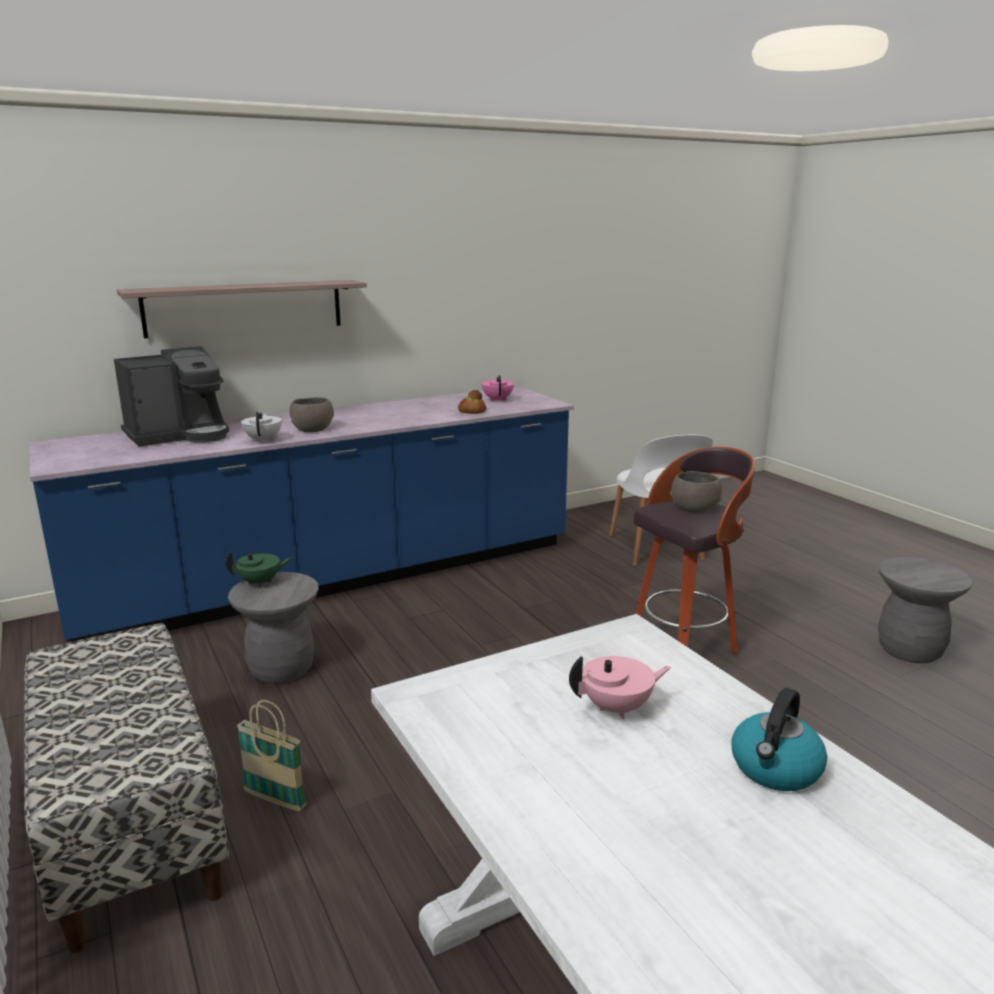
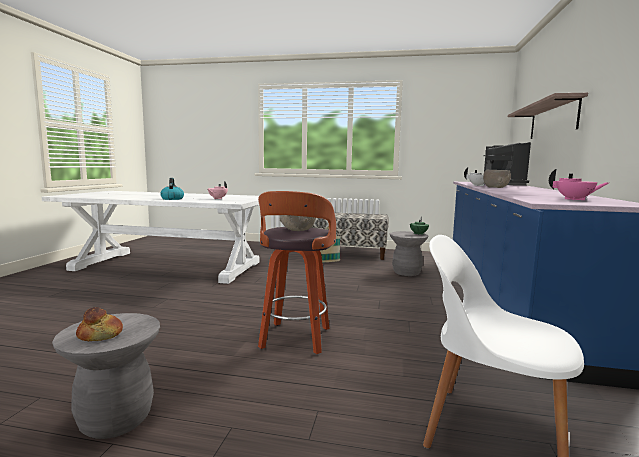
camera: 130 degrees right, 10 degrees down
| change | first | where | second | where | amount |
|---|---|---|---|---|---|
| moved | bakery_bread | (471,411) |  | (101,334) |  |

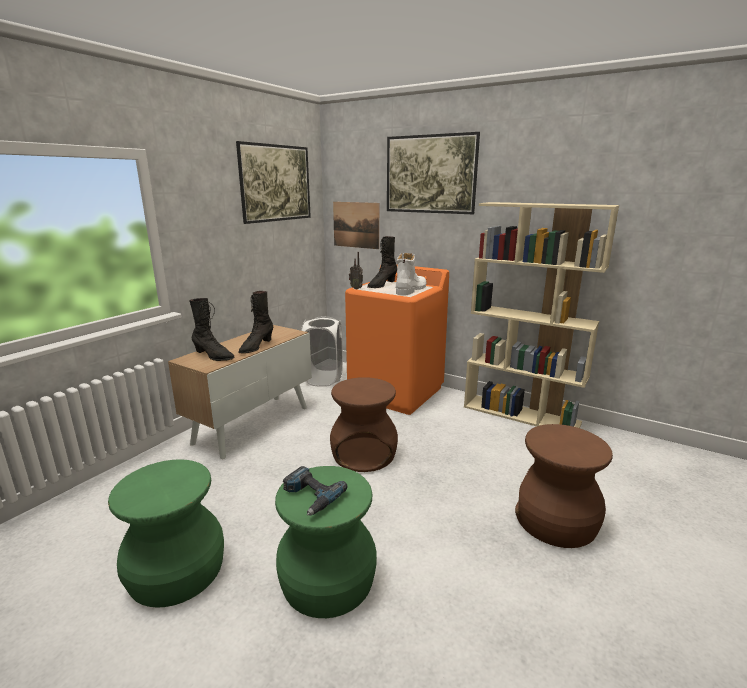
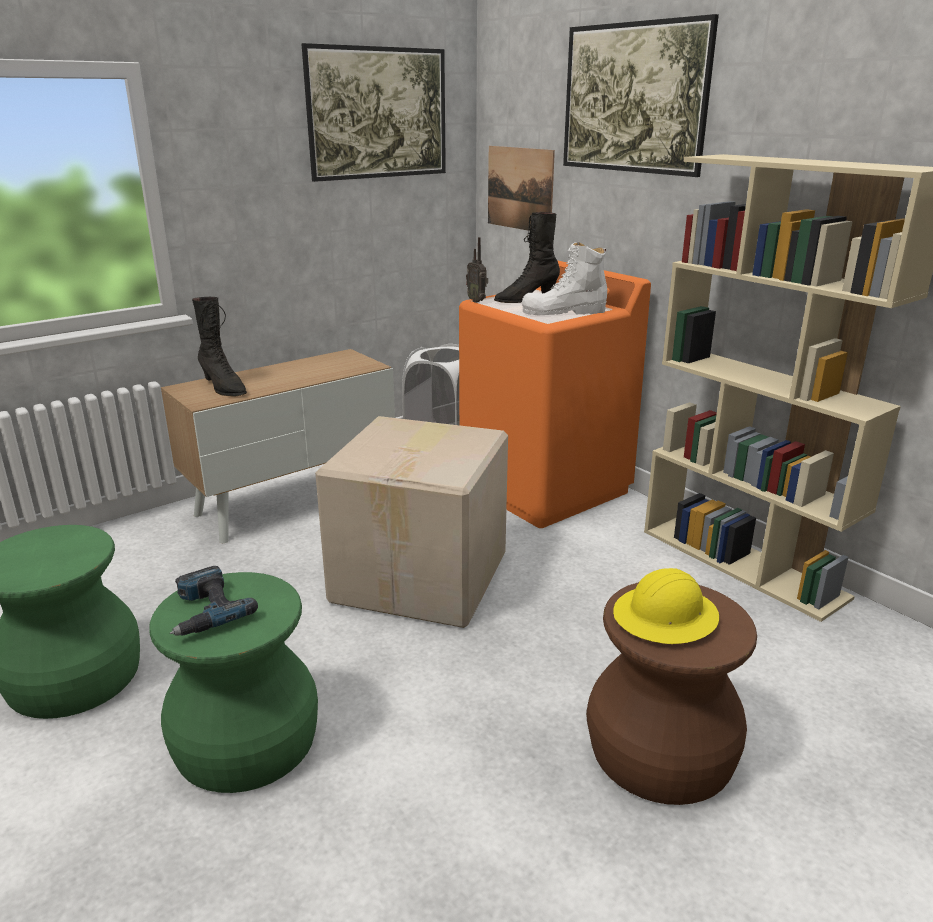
camera: 20 degrees right, 5 degrees up
| change | first | where | second | where | amount |
|---|---|---|---|---|---|
| replaced | brown-coloured_stool_seat | (364,454) | cardboard_box | (423,577) |  |
| turned | whitish_tall_boot | (410,290) |  | (564,312) | 150 degrees counterclockwise |
| added |  |  | yellow_work_helmet | (666,617) |  |
| removed | blackish_tall_boot | (256,347) |  |  |  |

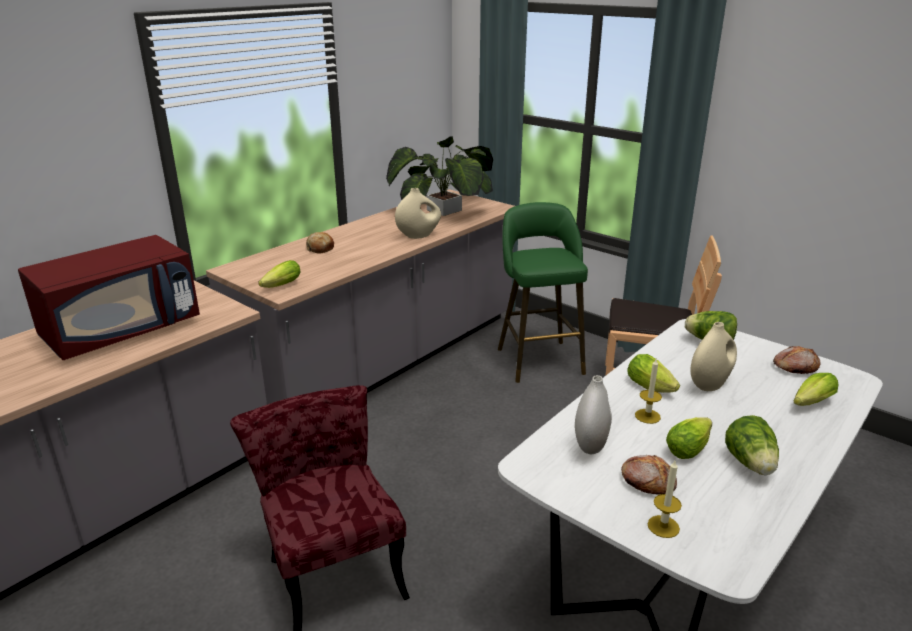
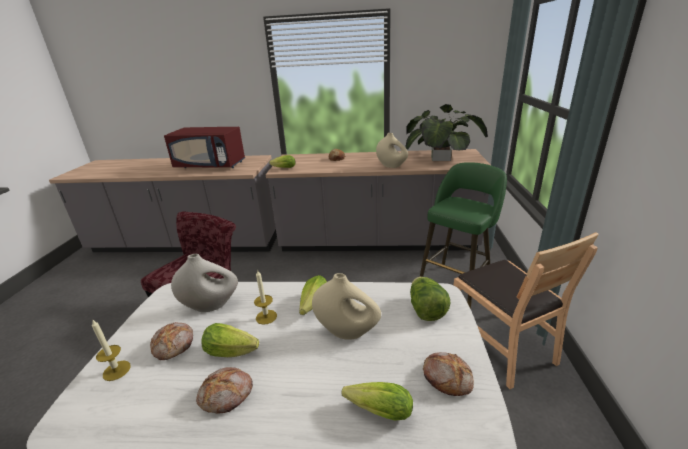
camera: 55 degrees right, 0 degrees up
| change | first | where | second | where | amount |
|---|---|---|---|---|---|
| replaced | head_of_lettuce | (750,464) | bakery_bread | (227,395) |  |

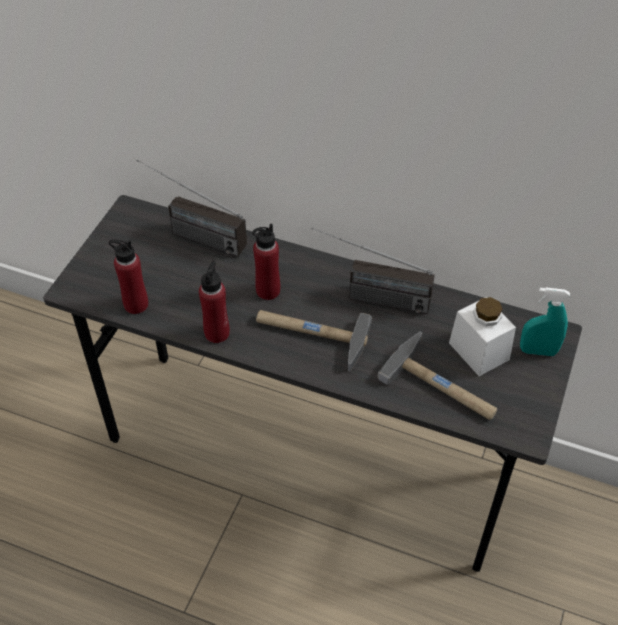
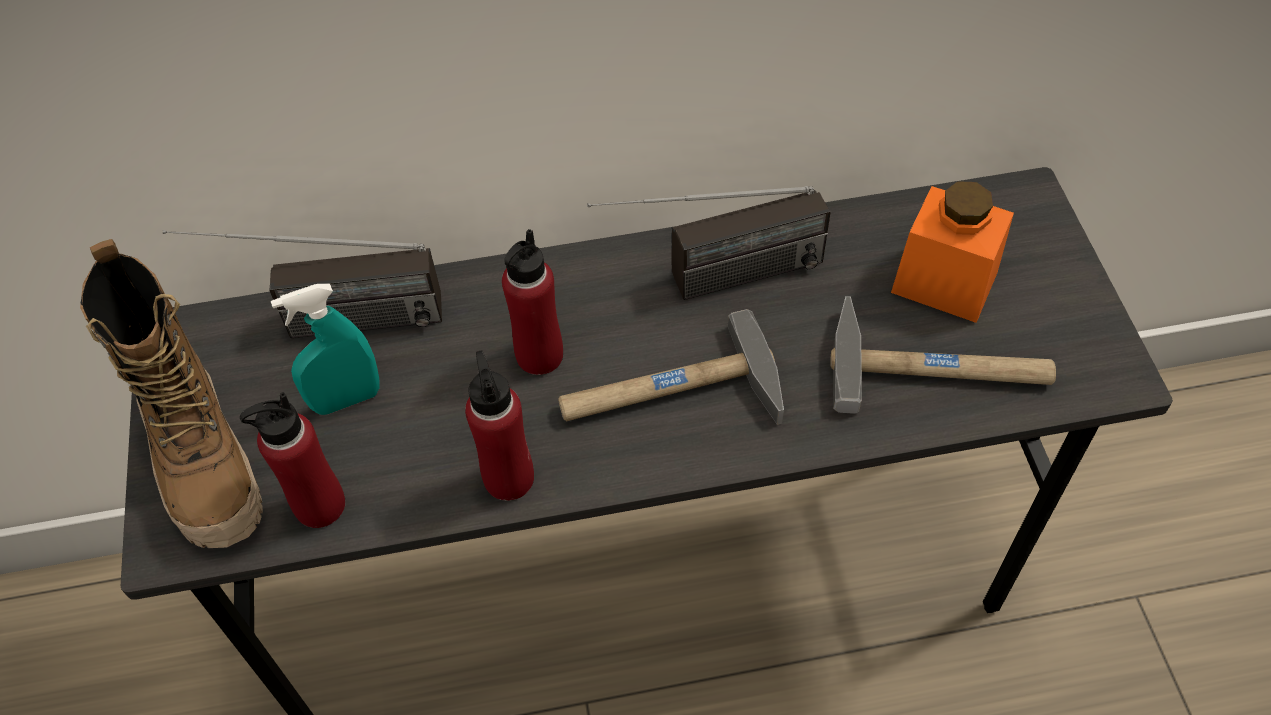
camera: 30 degrees left, 5 degrees up
| change | first | where | second | where | amount |
|---|---|---|---|---|---|
| added |  |  | tall_boot | (206,461) |  |
| moved | blue-green_hand_sprayer | (538,351) |  | (346,399) |  |
| recoloured | whitish_preserve_jar | (479,351) | orangey_preserve_jar | (944,282) |  |

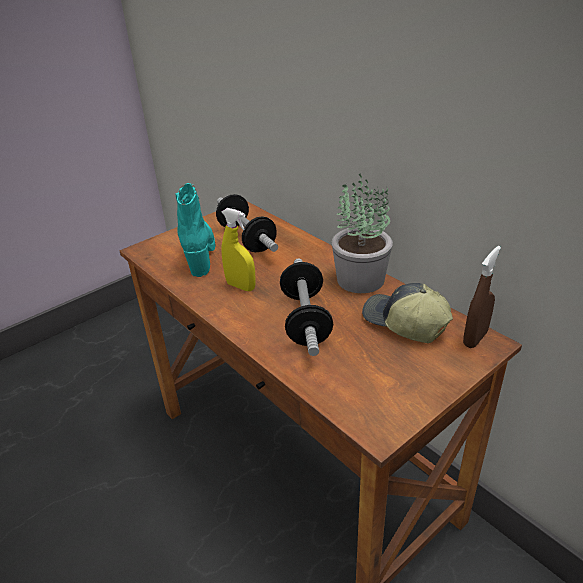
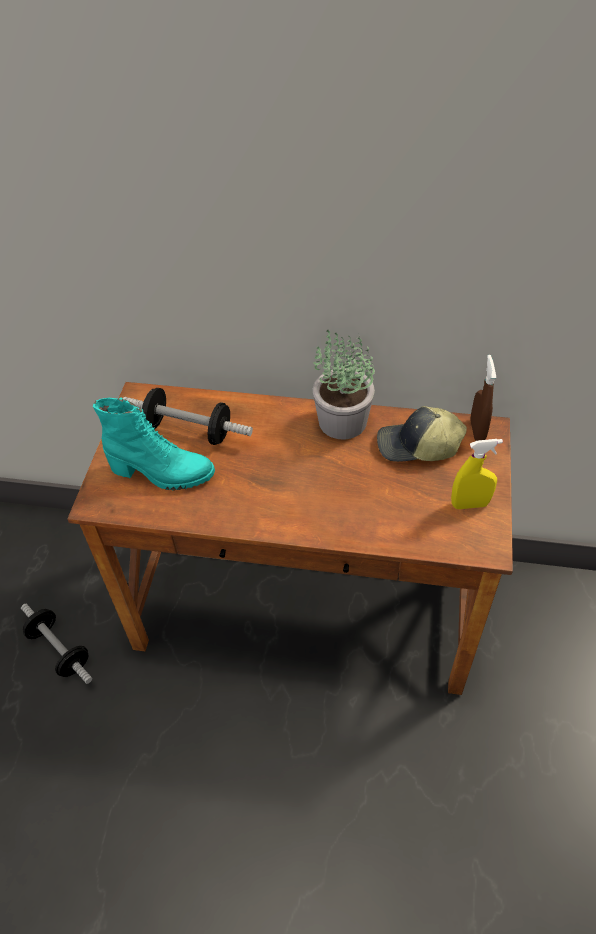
camera: 40 degrees left, 15 degrees up
| change | first | where | second | where | amount |
|---|---|---|---|---|---|
| moved | dumbbell | (305,320) |  | (60,650) |  |
| turned | blue-green_tall_boot | (199,253) |  | (162,473) | 150 degrees clockwise |
| moved | yellow_hand_sprayer | (241,286) |  | (470,504) |  |

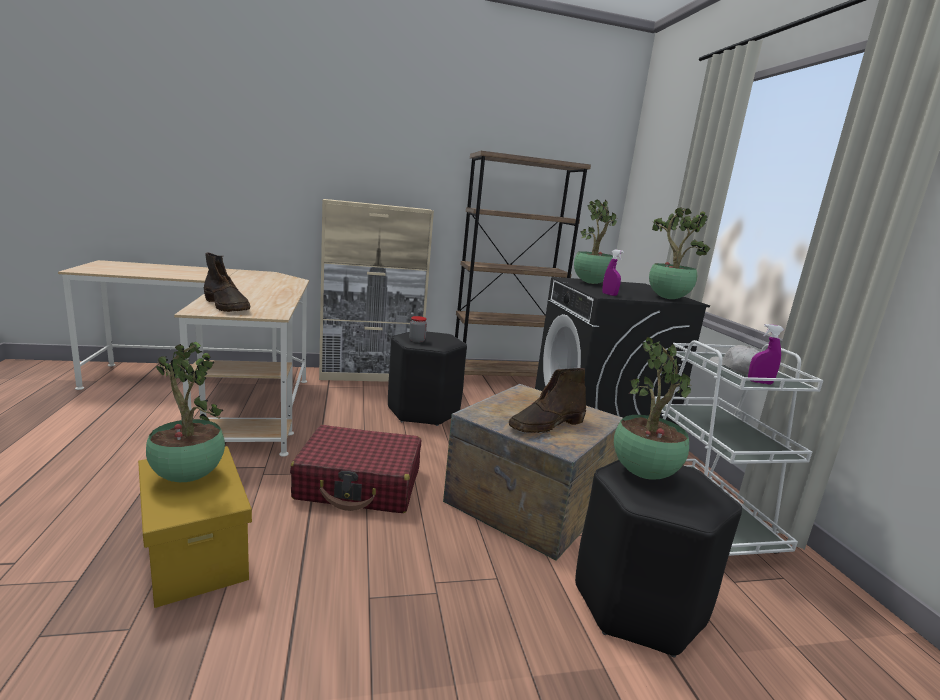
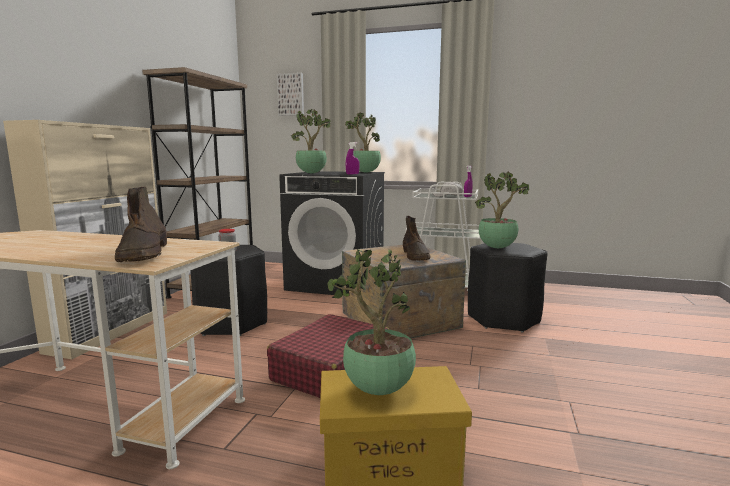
camera: 60 degrees left, 5 degrees down
| change | first | where | second | where | amount |
|---|---|---|---|---|---|
| turned | brown-coloured_tall_boot | (227,306) |  | (144,254) | 90 degrees clockwise |
| added |  |  | picture | (291,95) |  |

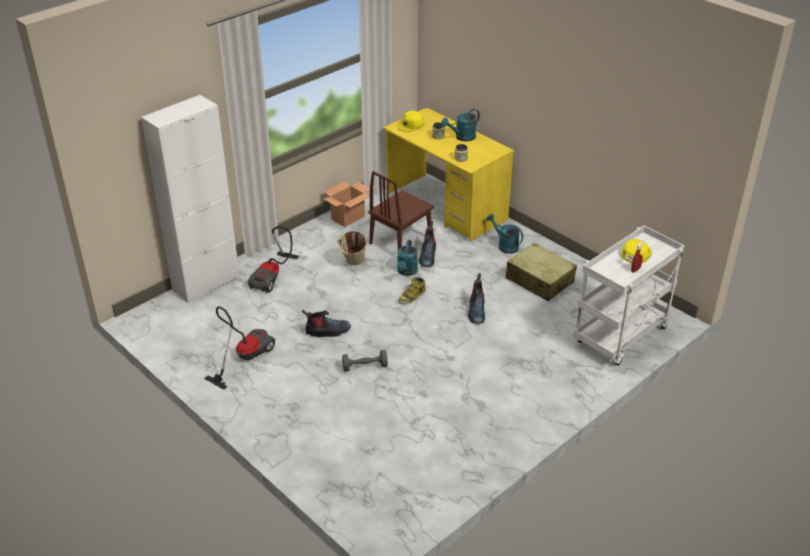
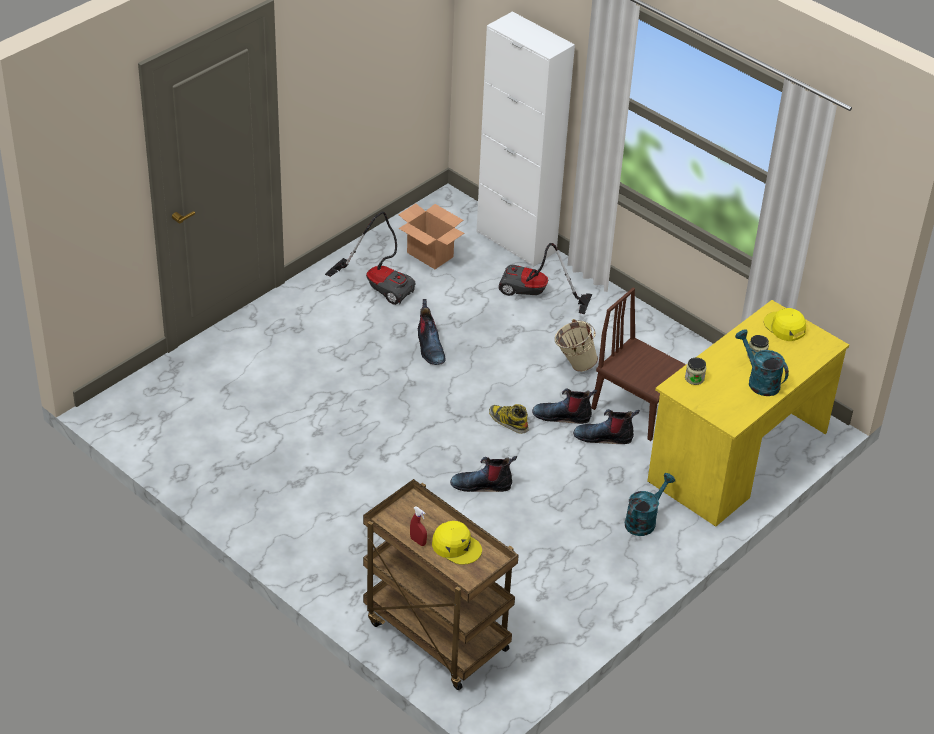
camera: 85 degrees right, 5 degrees up
| change | first | where | second | where | amount |
|---|---|---|---|---|---|
| recoloured | whitish_trolley | (620,337) | brown-coloured_trolley | (434,635) |  |
| moved | cardboard_box | (348,217) |  | (430,255) |  |
| replaced | blue-green_watering_pot | (406,272) | tall_boot | (563,416) |  |
| removed | gray_dumbbell | (365,367) |  |  |  |
| removed | beige-coloured_travel_case | (539,280) |  |  |  |

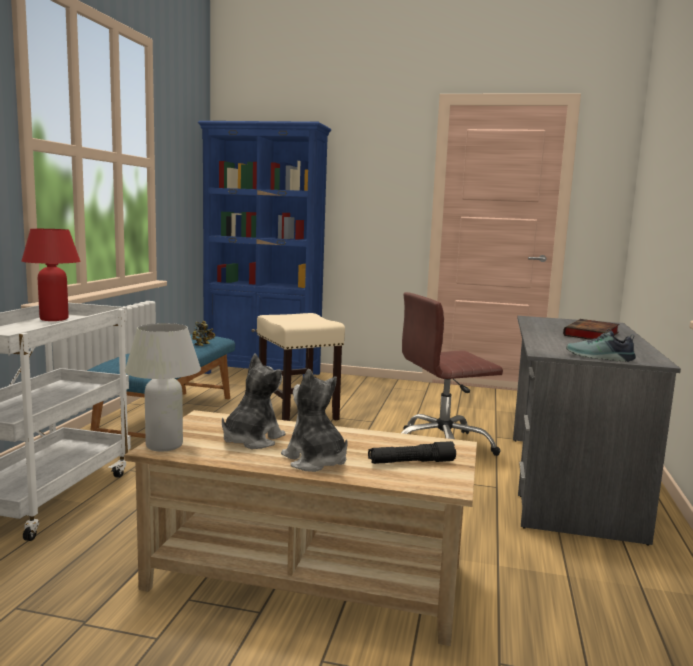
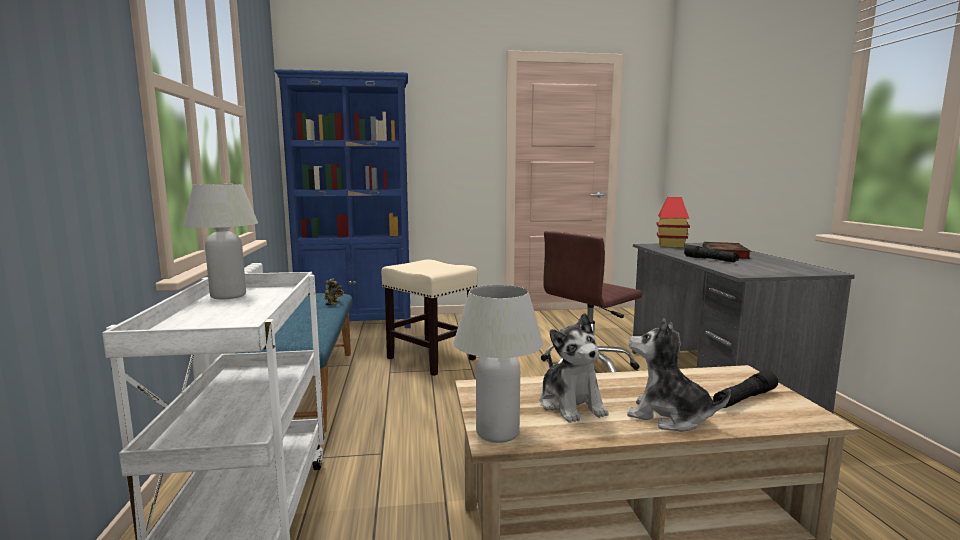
camera: 20 degrees left, 0 degrees up
| change | first | where | second | where | amount |
|---|---|---|---|---|---|
| recoloured | red-coloured_table_lamp | (54,319) | whitish_table_lamp | (228,296) |  |
| turned | plush_toy | (252,440) |  | (571,405) | 150 degrees clockwise |
| added |  |  | toy_house | (671,245) |  |
| added |  |  | blackish_torch | (710,260) |  |
| removed | shoe | (599,358) |  |  |  |

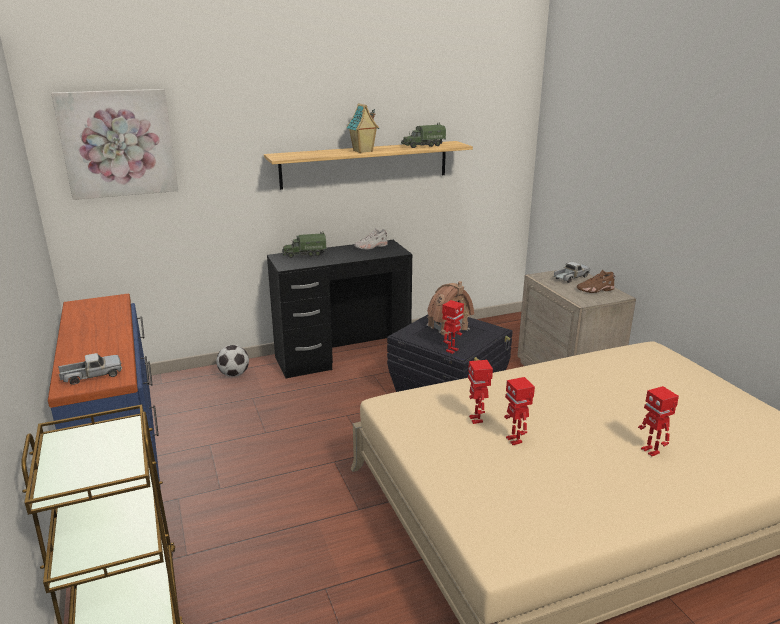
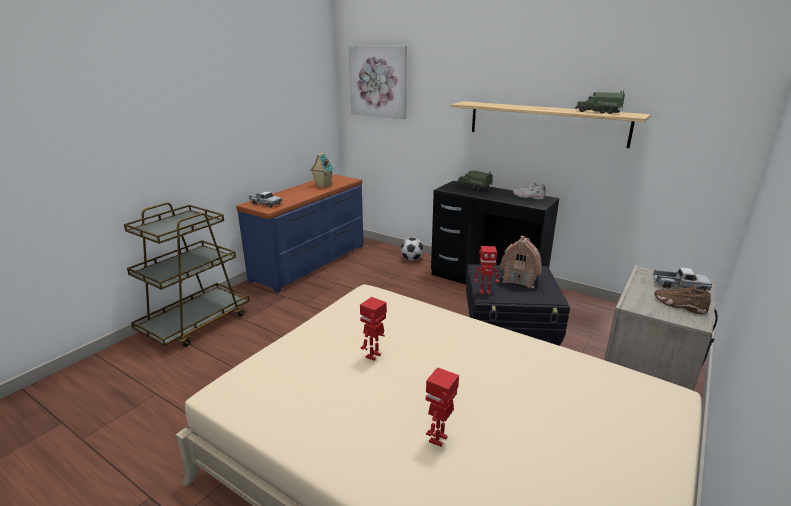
camera: 55 degrees right, 0 degrees up
| change | first | where | second | where | amount |
|---|---|---|---|---|---|
| moved | toy_house | (363,151) |  | (323,185) |  |
| removed | toy_robot | (476,419) |  |  |  |

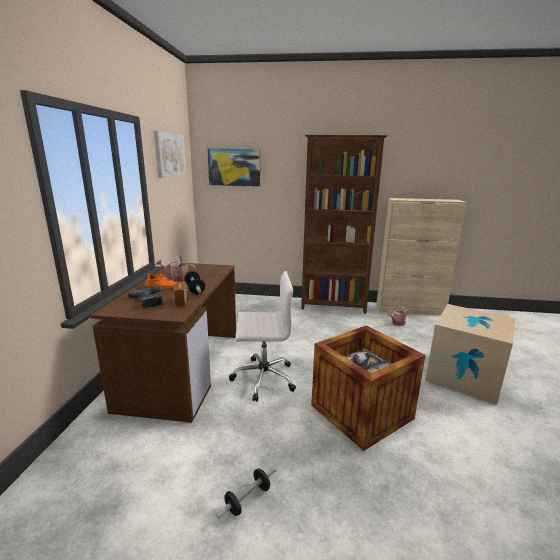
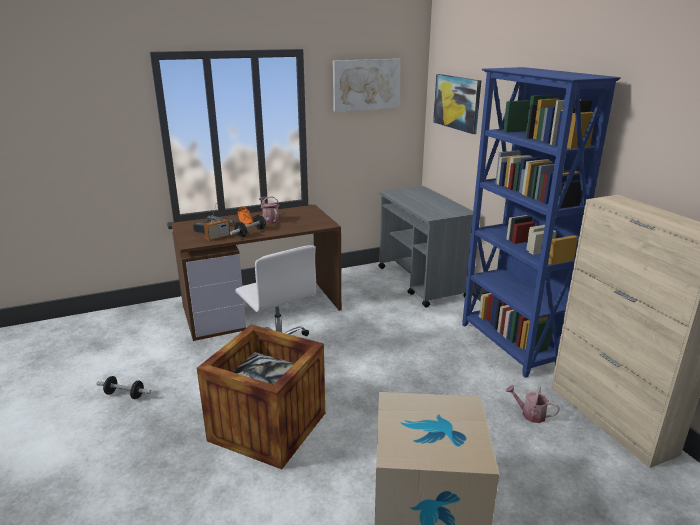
camera: 60 degrees right, 5 degrees up
| change | first | where | second | where | amount |
|---|---|---|---|---|---|
| added |  |  | gray_trolley | (422,282) |  |
| recoloured | brown-coloured_bookcase | (333,306) | blue_bookcase | (508,345) |  |

